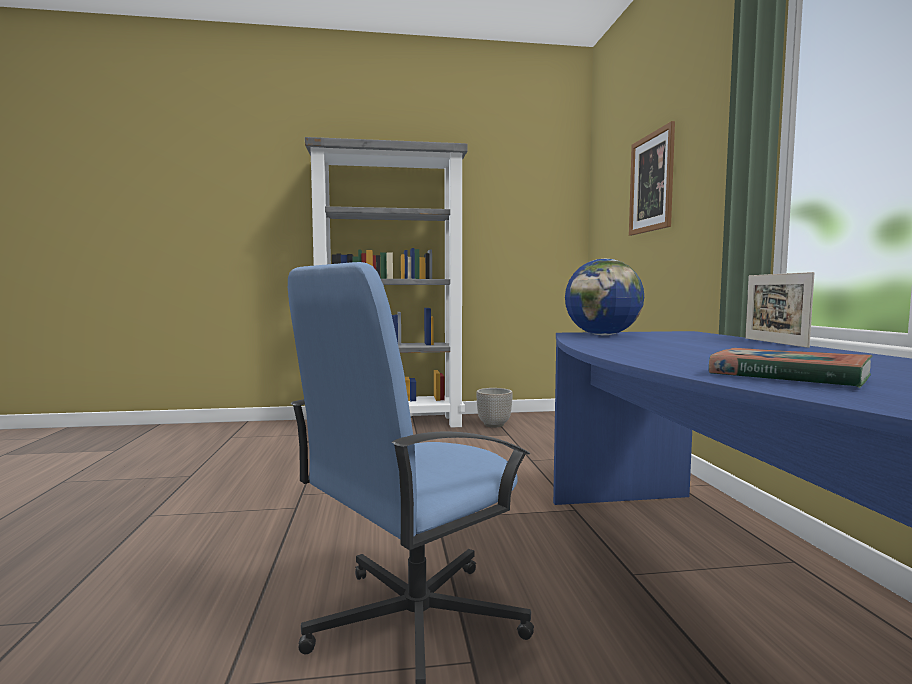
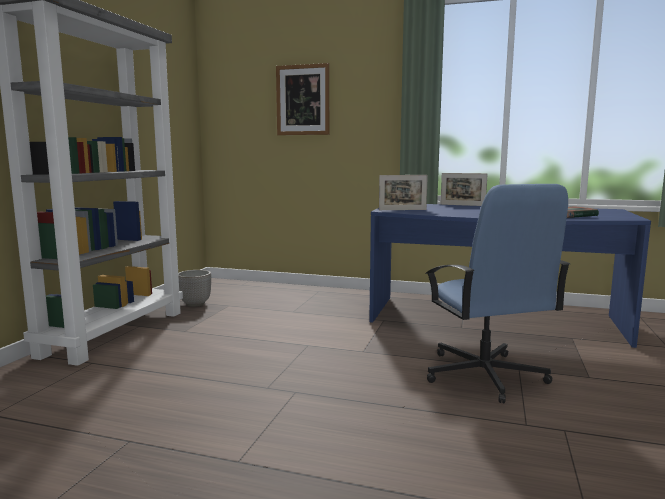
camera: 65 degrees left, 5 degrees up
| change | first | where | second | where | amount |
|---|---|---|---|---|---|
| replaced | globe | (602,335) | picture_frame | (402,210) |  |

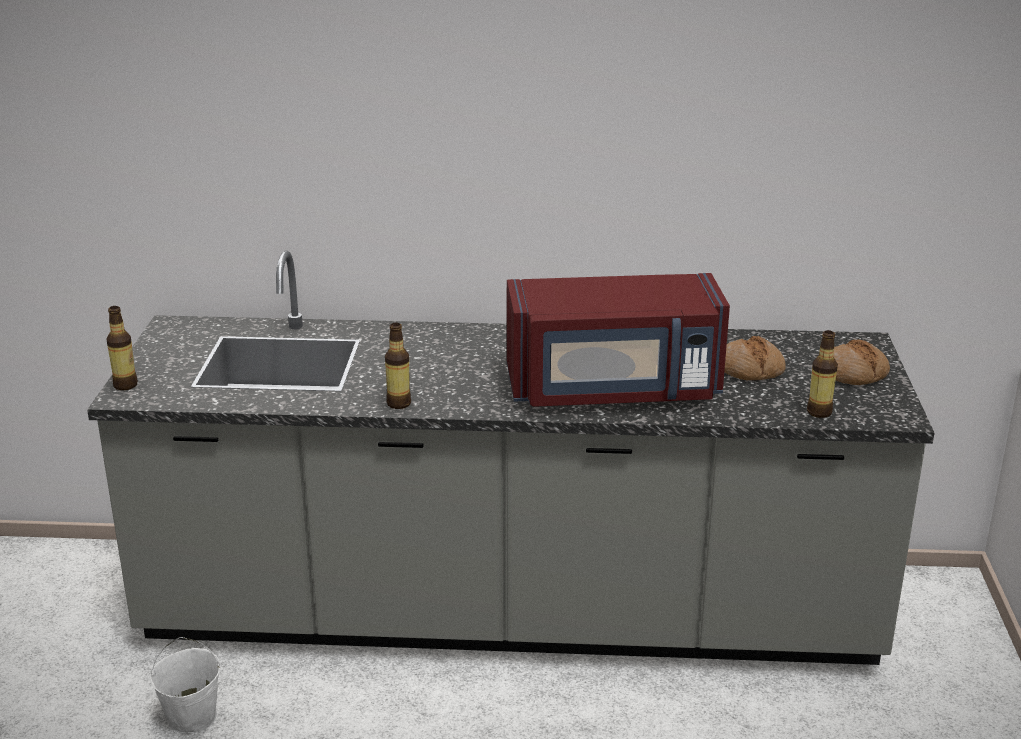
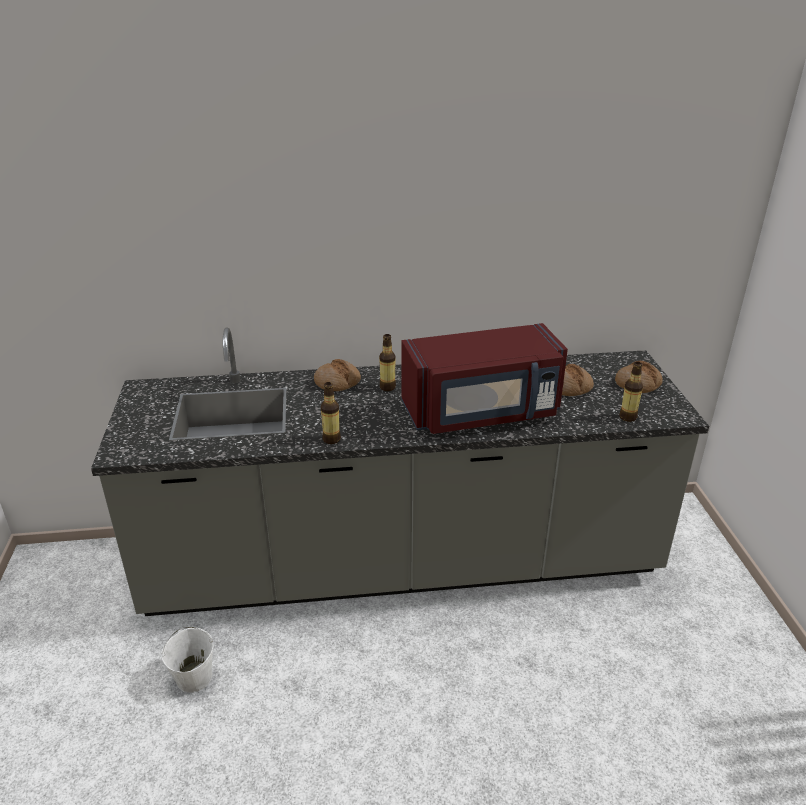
camera: 10 degrees left, 5 degrees up
| change | first | where | second | where | amount |
|---|---|---|---|---|---|
| added |  |  | bakery_bread | (337,382) |  |
| moved | beverage_bottle | (125,385) |  | (387,387) |  |

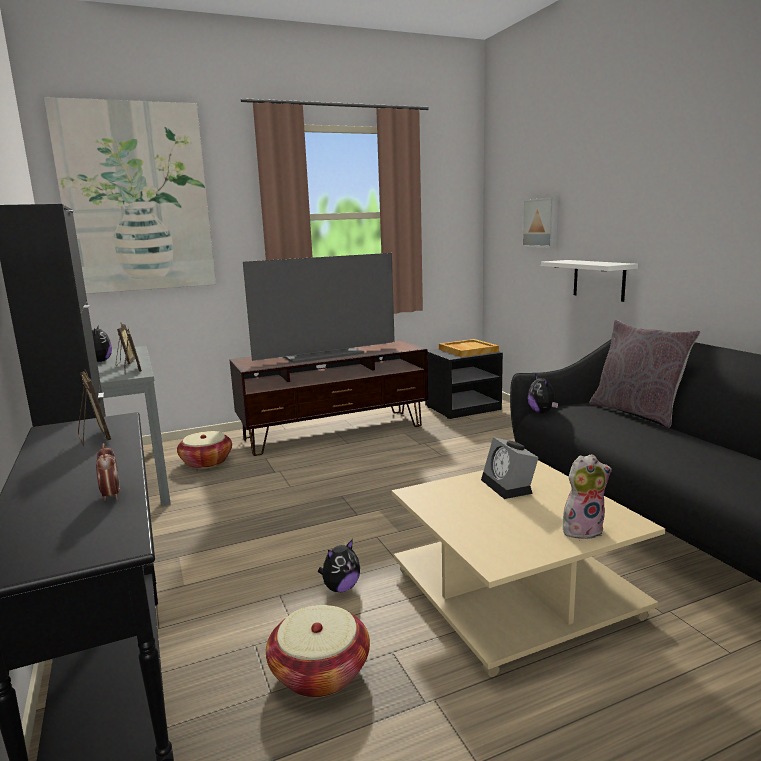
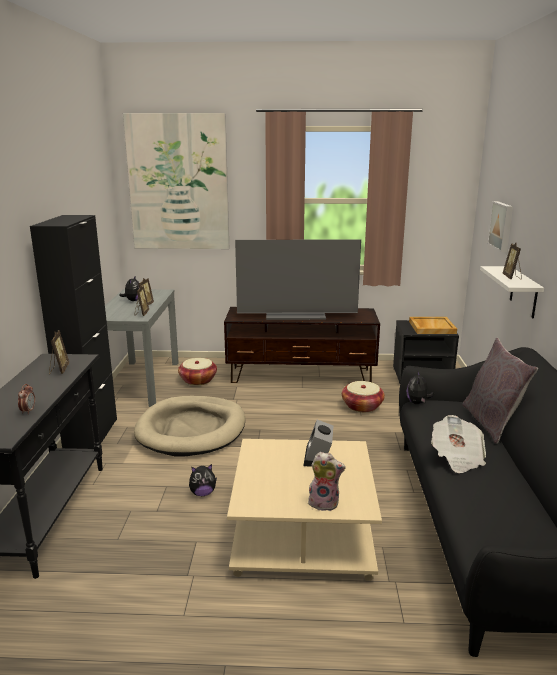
camera: 25 degrees right, 5 degrees up
| change | first | where | second | where | amount |
|---|---|---|---|---|---|
| added |  |  | beige-coloured_dog_bed | (192,429) |  |
| moved | storage_basket | (320,672) |  | (362,406) |  |
| added |  |  | printed_paper | (457,457) |  |
| added |  |  | picture_frame | (512,277) |  |

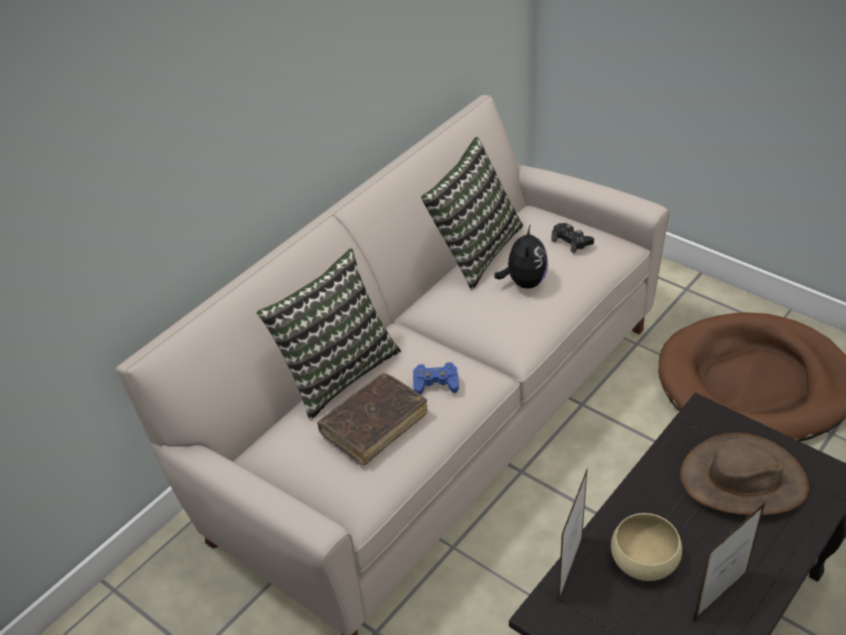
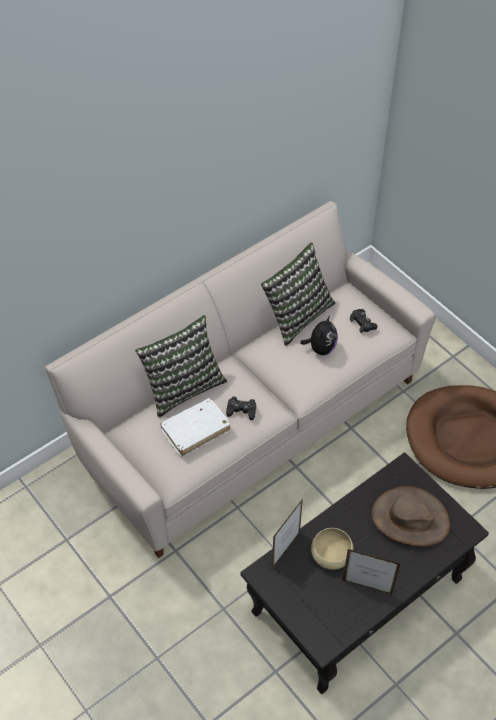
camera: 10 degrees right, 10 degrees up
| change | first | where | second | where | amount |
|---|---|---|---|---|---|
| recoloured | brown-coloured_volume | (374,424) | whitish_volume | (195,430) |  |
| recoloured | blue_game_controller | (435,383) | blackish_game_controller | (241,410) |  |
| turned | picture_frame | (720,596) |  | (367,587) | 45 degrees clockwise |

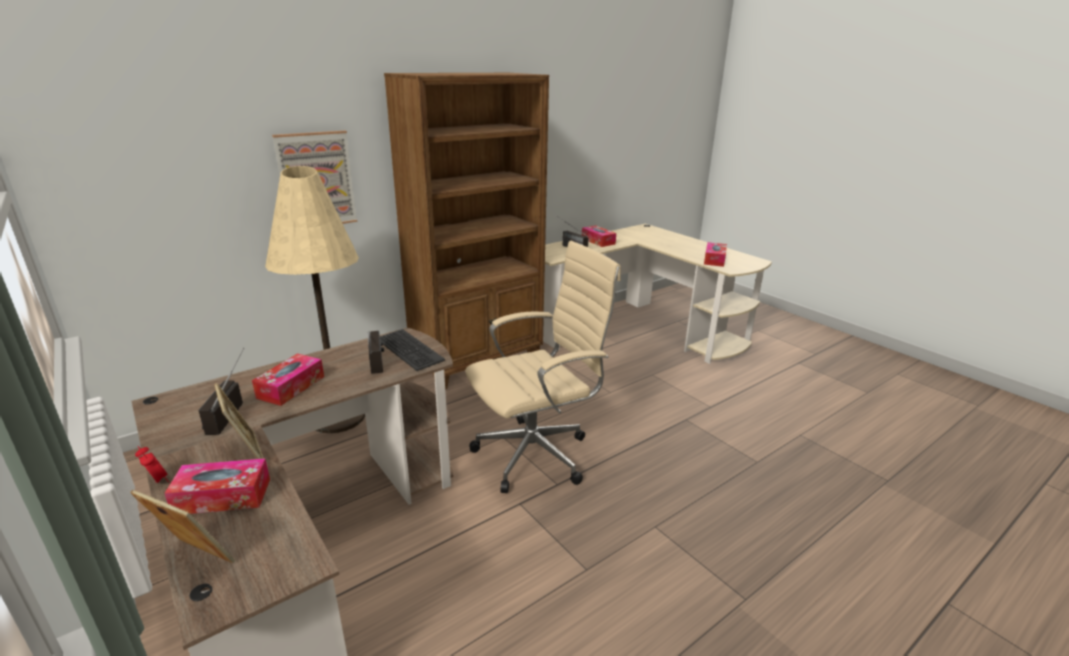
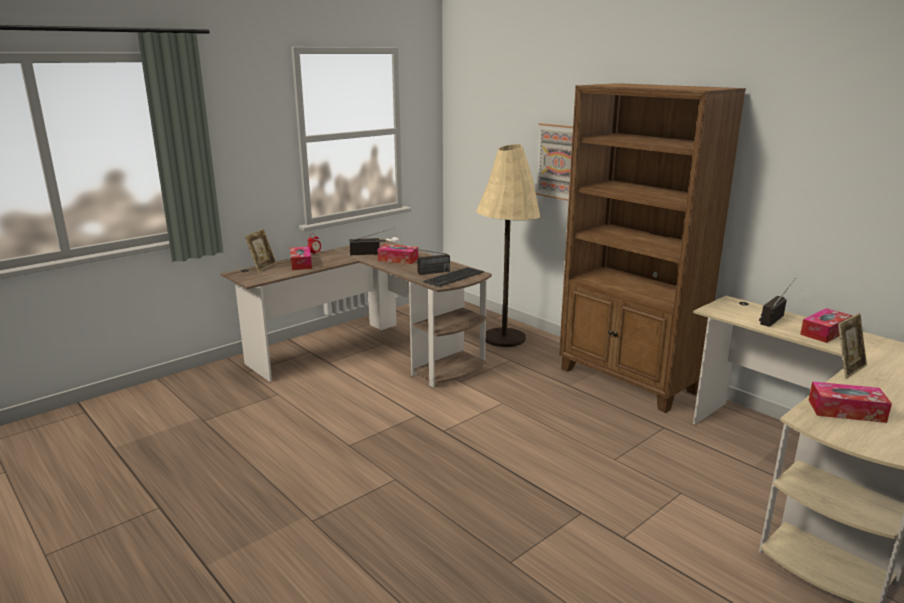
camera: 85 degrees right, 5 degrees down
| change | first | where | second | where | amount |
|---|---|---|---|---|---|
| moved | picture_frame | (246,451) |  | (847,369) |  |
| removed | beige-coloured_desk_chair | (537,454) |  |  |  |

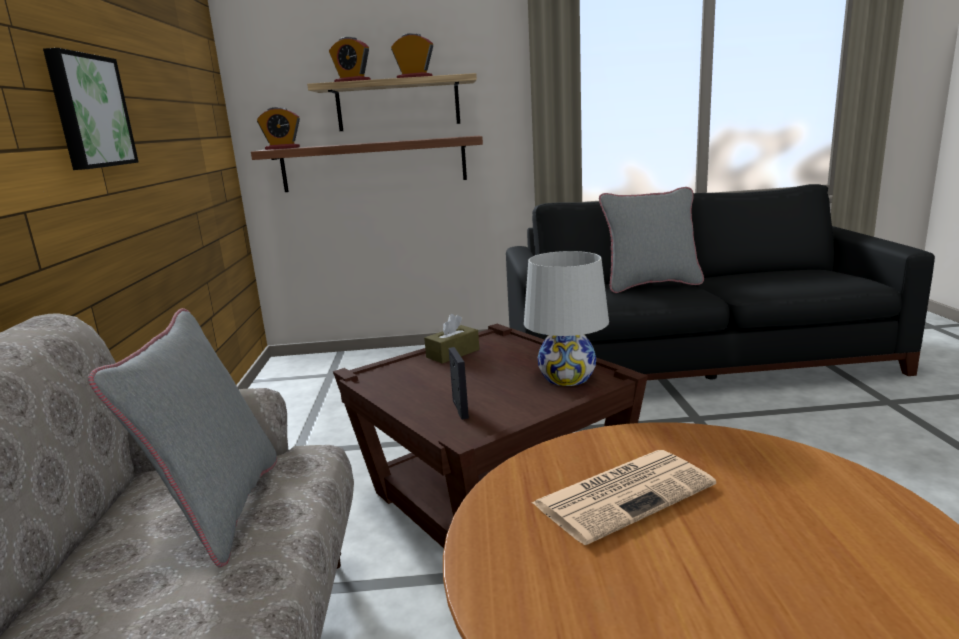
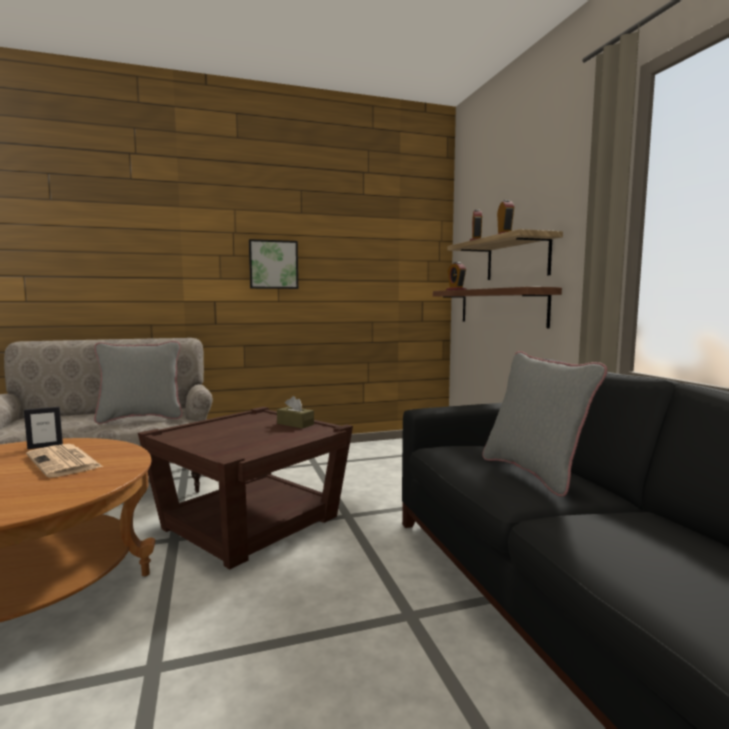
camera: 75 degrees right, 10 degrees down
| change | first | where | second | where | amount |
|---|---|---|---|---|---|
| moved | picture_frame | (460,409) |  | (45,446) |  |
| removed | whitish_table_lamp | (567,377) |  |  |  |

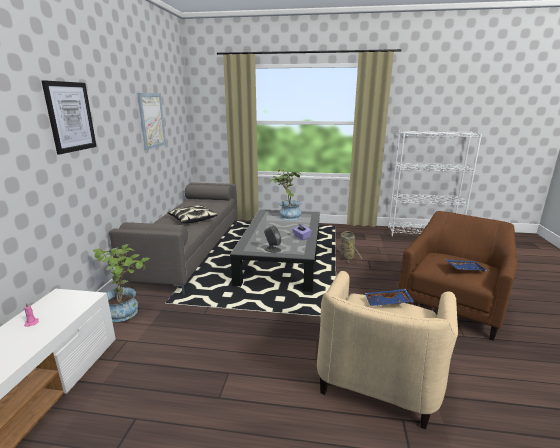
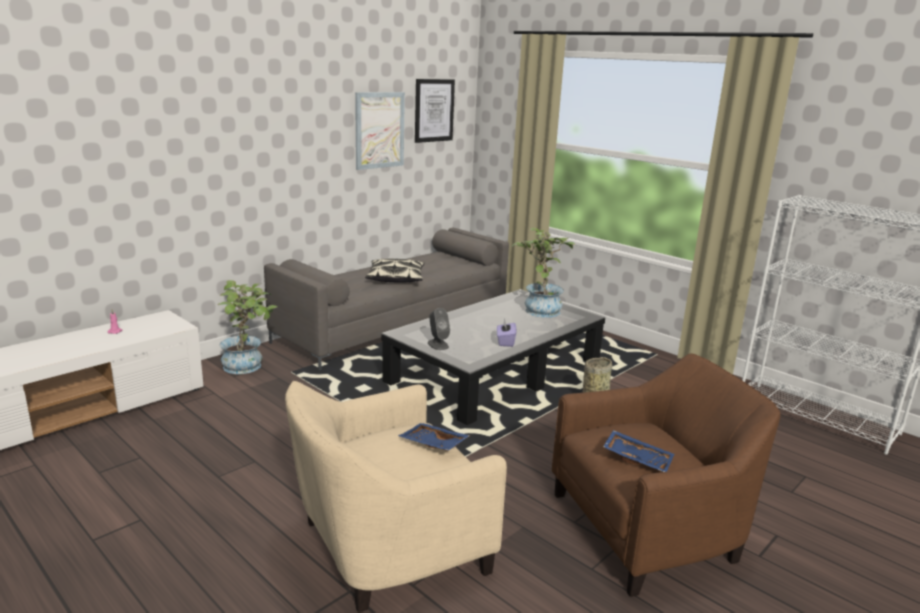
camera: 35 degrees right, 0 degrees up
| change | first | where | second | where | amount |
|---|---|---|---|---|---|
| moved | picture | (70,117) |  | (434,110) |  |

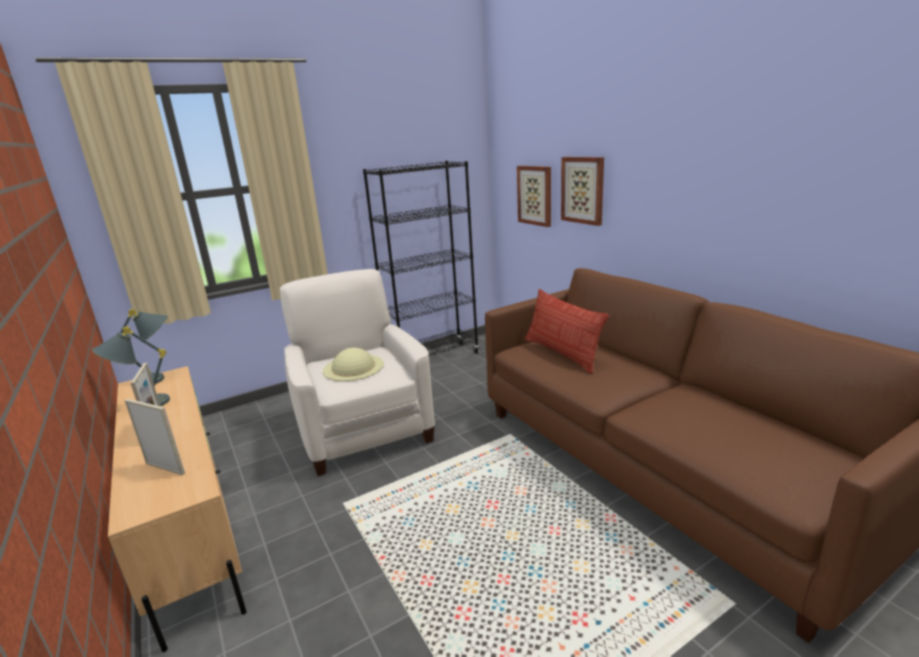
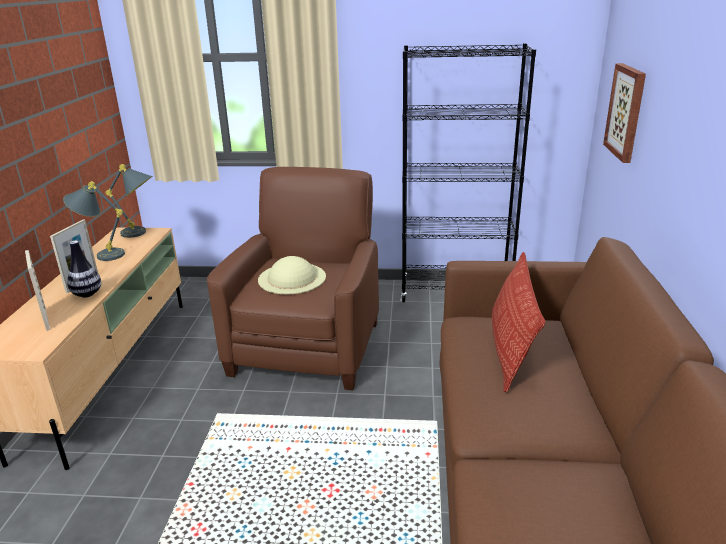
camera: 35 degrees right, 5 degrees up
| change | first | where | second | where | amount |
|---|---|---|---|---|---|
| added |  |  | decorative_vase | (87,294) |  |
| recoloured | whitish_easy_chair | (363,429) | brown-coloured_easy_chair | (307,347) |  |
| removed | picture | (583,190) |  |  |  |

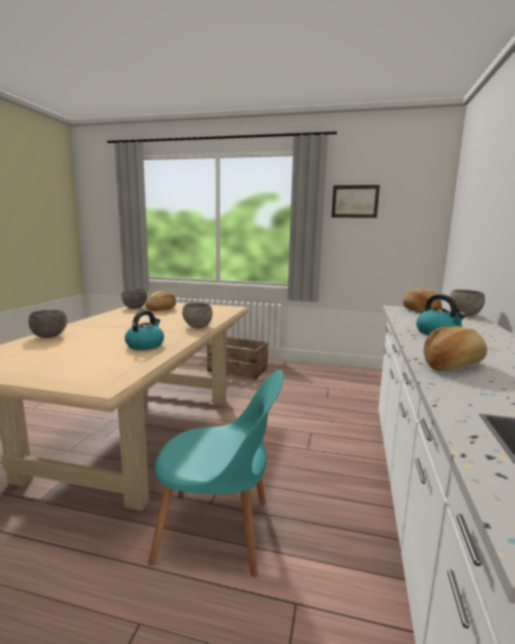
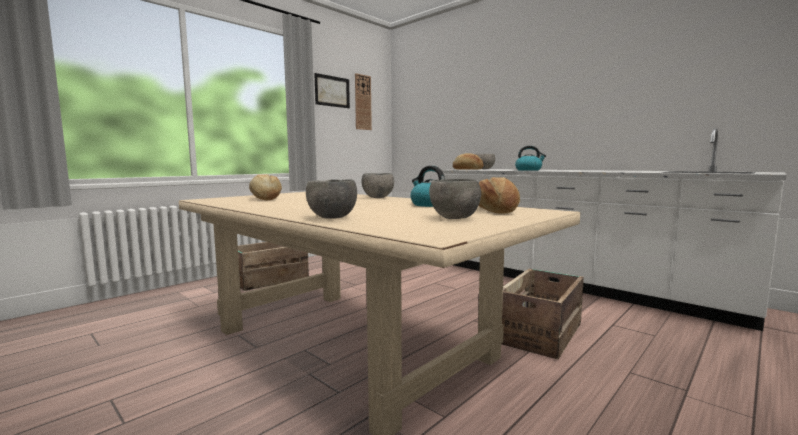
camera: 60 degrees left, 5 degrees down
| change | first | where | second | where | amount |
|---|---|---|---|---|---|
| added |  |  | clock_on_the_wall | (362,102) |  |
| moved | gray_serving_bowl | (134,308) |  | (454,218) |  |
| moved | bakery_bread | (452,365) |  | (496,210) |  |
| replaced | blue-green_upright_chair | (219,531) | packing_crate | (541,333) |  |

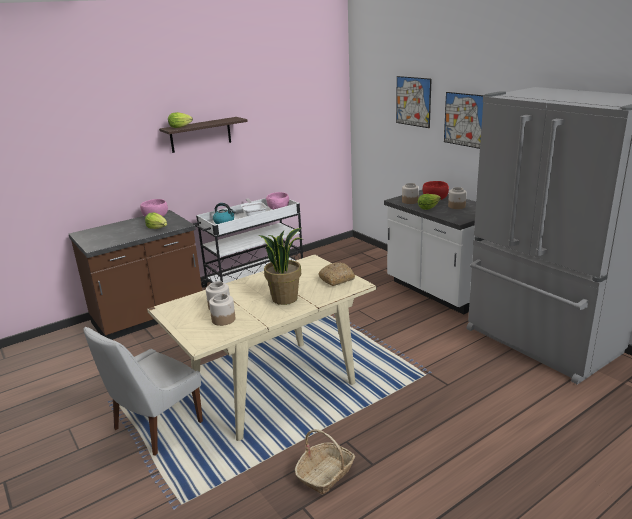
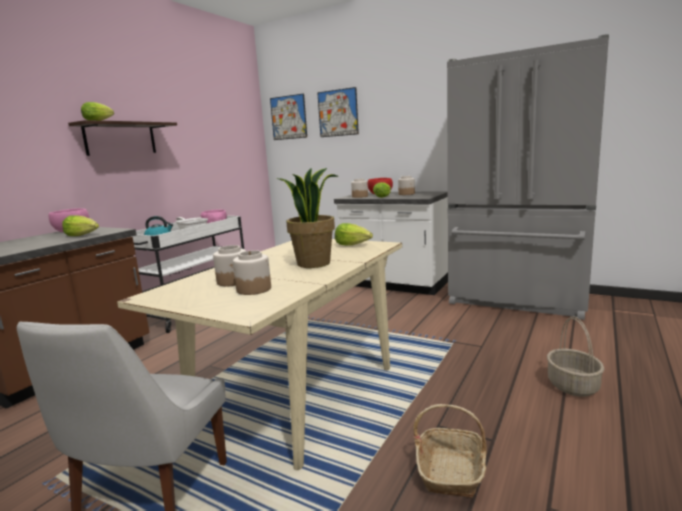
camera: 25 degrees left, 10 degrees down
| change | first | where | second | where | amount |
|---|---|---|---|---|---|
| moved | picture | (465,120) |  | (288,117) |  |
| replaced | bakery_bread | (337,279) | head_of_lettuce | (353,245) |  |
| added |  |  | storage_basket | (573,386) |  |

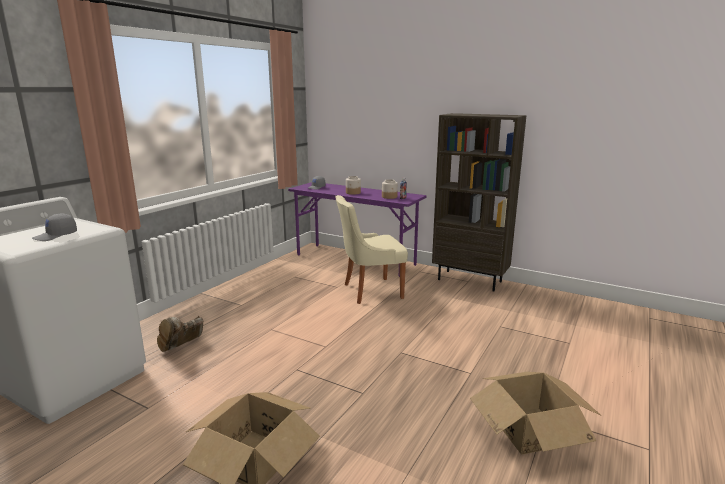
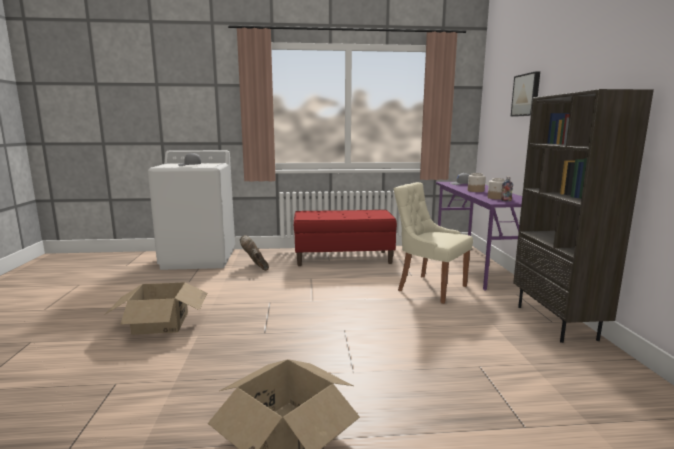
camera: 55 degrees right, 5 degrees down
| change | first | where | second | where | amount |
|---|---|---|---|---|---|
| turned | brown-coloured_tall_boot | (182,347) |  | (256,266) | 60 degrees clockwise |
| added |  |  | red-coloured_indoor_bench | (343,258) |  |
| added |  |  | picture | (526,95) |  |

